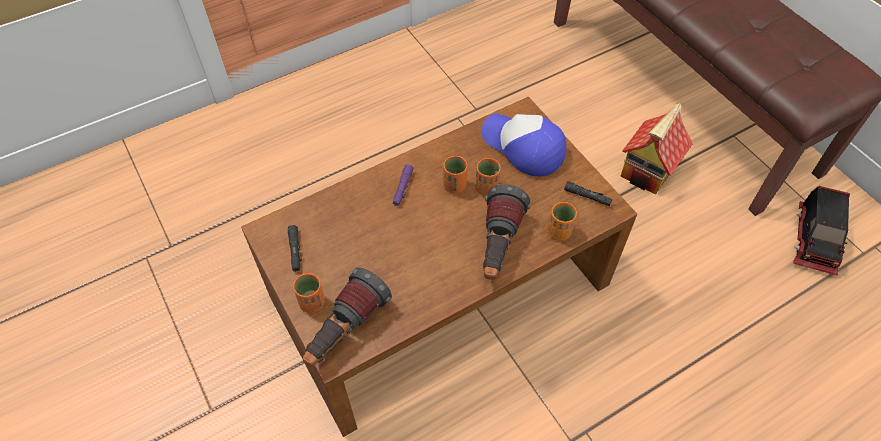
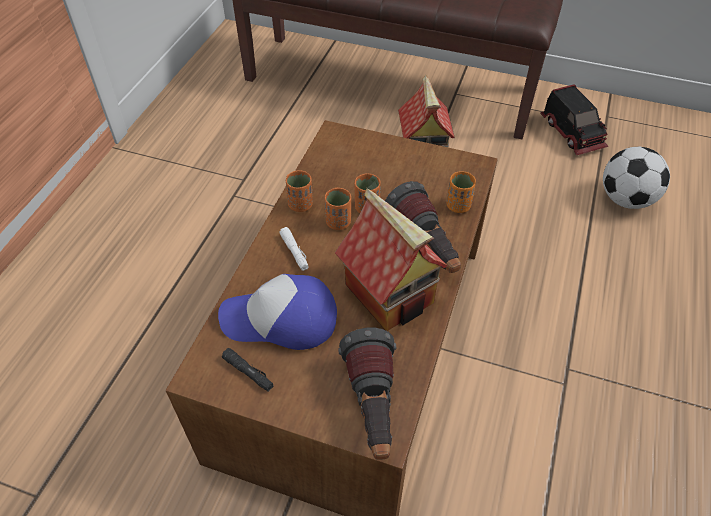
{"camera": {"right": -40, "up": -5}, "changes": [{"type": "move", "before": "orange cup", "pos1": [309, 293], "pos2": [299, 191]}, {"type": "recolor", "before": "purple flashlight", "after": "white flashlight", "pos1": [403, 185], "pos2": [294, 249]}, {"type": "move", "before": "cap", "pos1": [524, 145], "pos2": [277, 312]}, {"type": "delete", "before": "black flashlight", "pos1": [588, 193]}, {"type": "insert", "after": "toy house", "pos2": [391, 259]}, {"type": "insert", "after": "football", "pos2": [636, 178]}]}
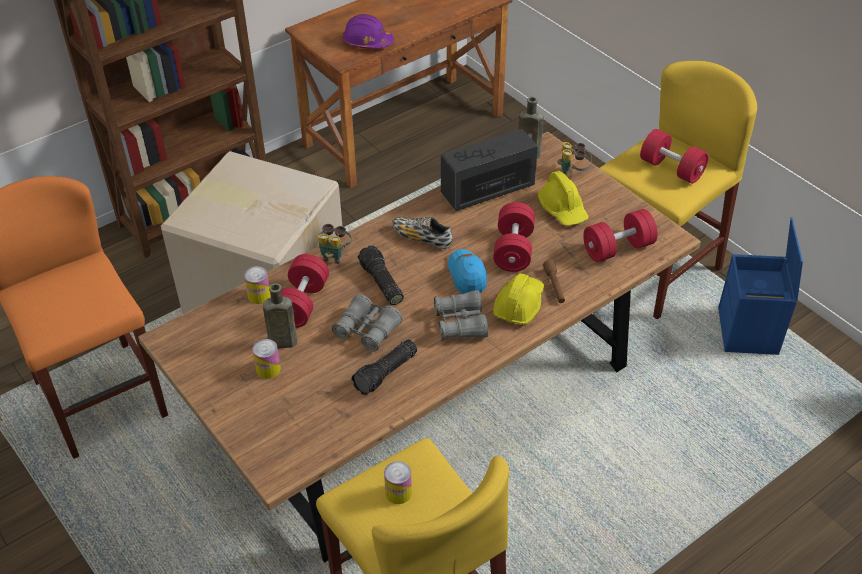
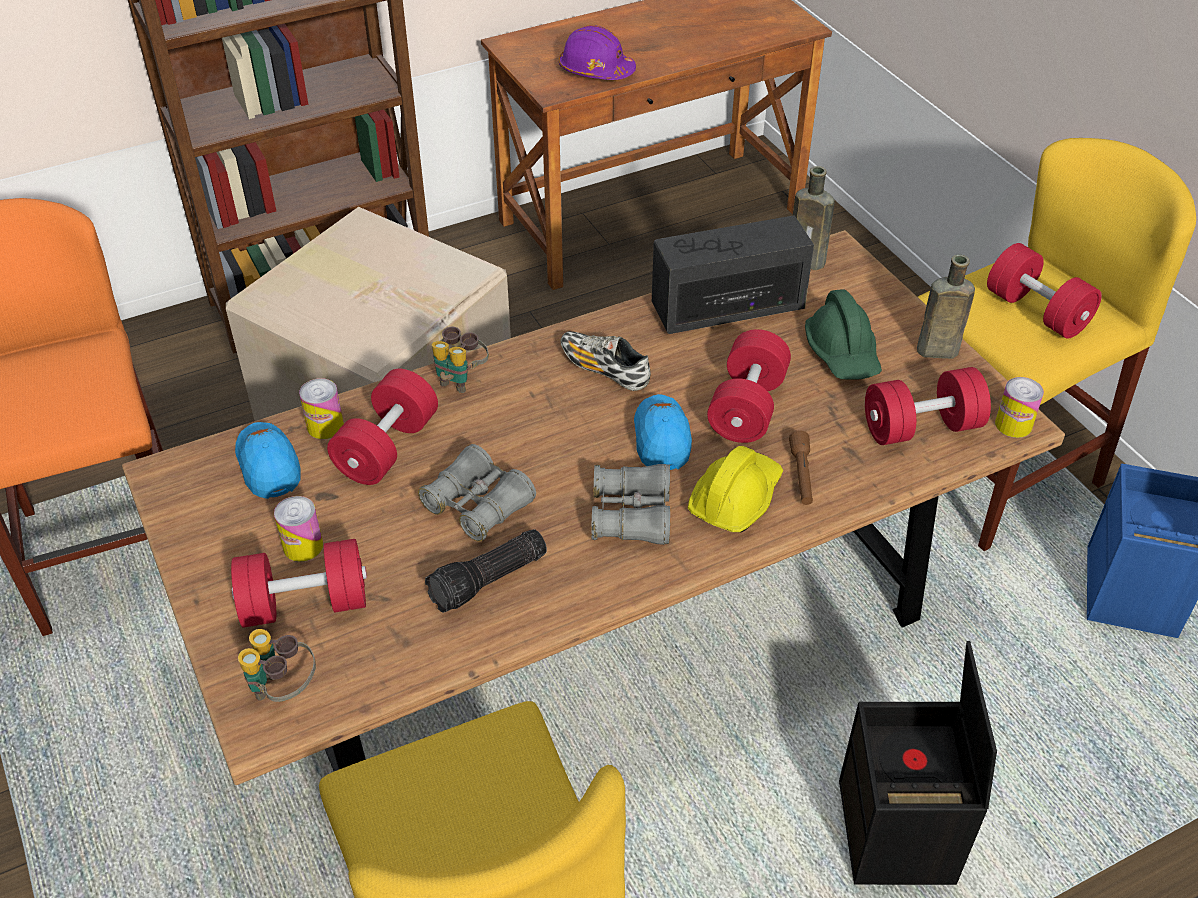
{"camera": {"right": 10, "up": 0}, "changes": [{"type": "move", "before": "brown bottle", "pos1": [280, 316], "pos2": [946, 306]}, {"type": "delete", "before": "flashlight", "pos1": [381, 275]}, {"type": "move", "before": "can", "pos1": [398, 482], "pos2": [1019, 407]}, {"type": "recolor", "before": "yellow hard hat", "after": "green hard hat", "pos1": [563, 198], "pos2": [843, 334]}, {"type": "move", "before": "binoculars", "pos1": [574, 159], "pos2": [277, 665]}, {"type": "insert", "after": "red dumbbell", "pos2": [299, 583]}, {"type": "insert", "after": "blue cap", "pos2": [267, 460]}, {"type": "insert", "after": "black storage box", "pos2": [918, 763]}]}
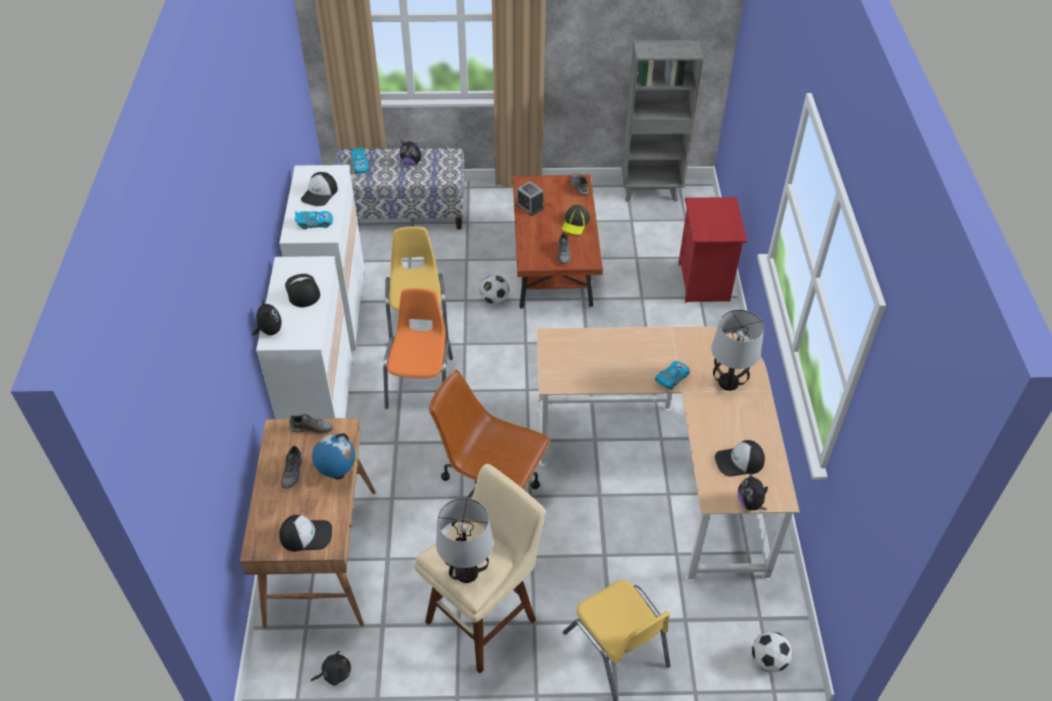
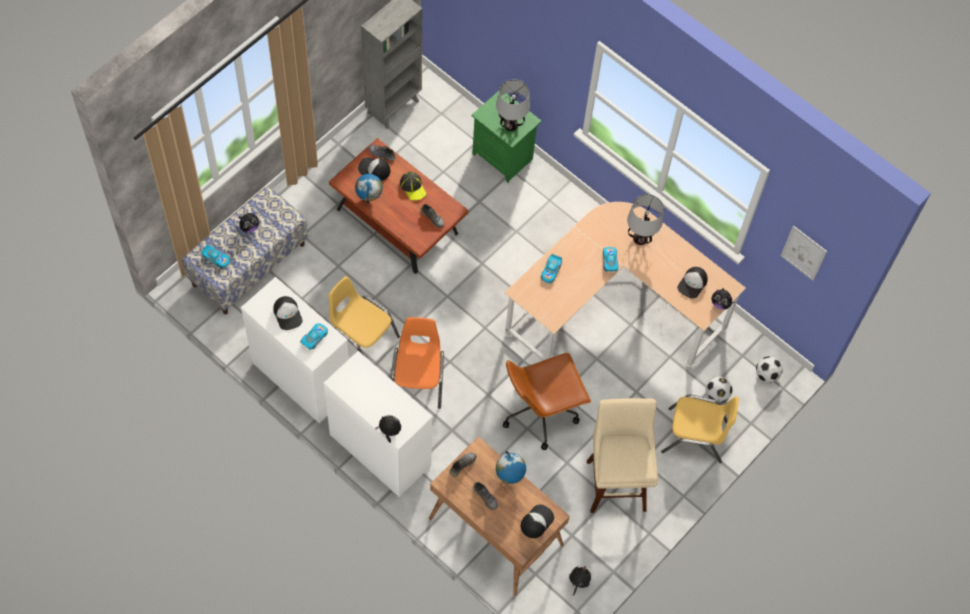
{"camera": {"right": -50, "up": 15}, "changes": [{"type": "move", "before": "cap", "pos1": [302, 290], "pos2": [374, 169]}, {"type": "rotate", "before": "orange chair", "pos1": [418, 348], "pos2": [417, 363], "turn": 45}, {"type": "move", "before": "table lamp", "pos1": [464, 540], "pos2": [513, 105]}, {"type": "move", "before": "football", "pos1": [494, 289], "pos2": [719, 390]}, {"type": "replace", "before": "alarm clock", "after": "globe", "pos1": [530, 198], "pos2": [369, 188]}, {"type": "recolor", "before": "red nightstand", "after": "green nightstand", "pos1": [712, 250], "pos2": [506, 137]}, {"type": "insert", "after": "toy car", "pos2": [551, 268]}, {"type": "insert", "after": "picture", "pos2": [804, 253]}]}
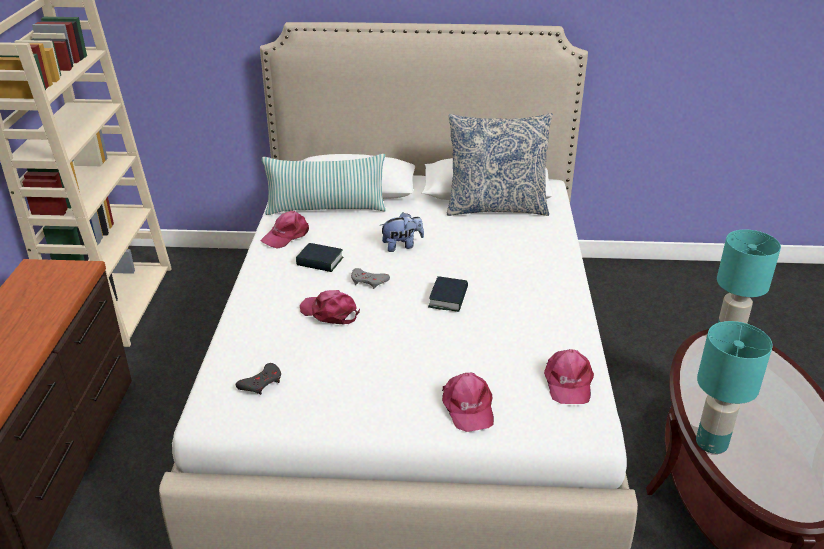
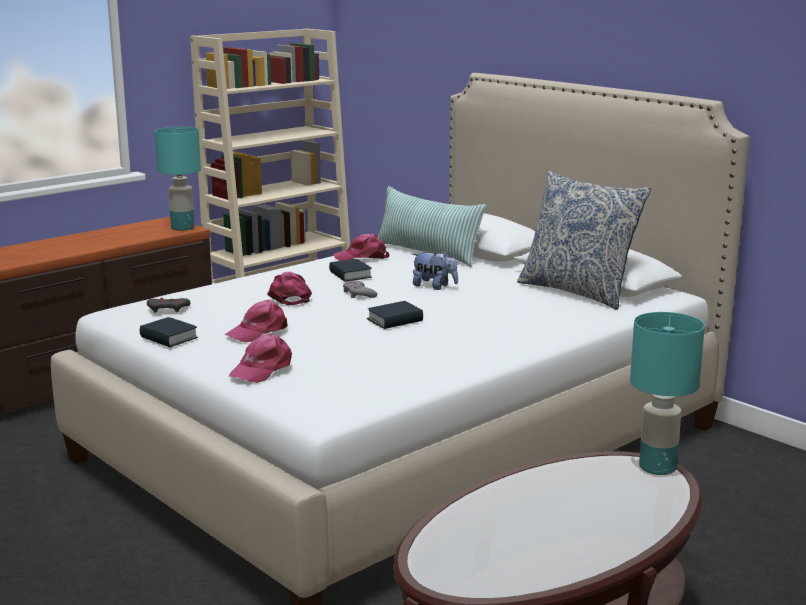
{"camera": {"right": 45, "up": -15}, "changes": [{"type": "move", "before": "pink cap", "pos1": [569, 376], "pos2": [256, 321]}, {"type": "move", "before": "turquoise table lamp", "pos1": [734, 387], "pos2": [177, 179]}, {"type": "insert", "after": "book", "pos2": [169, 332]}]}
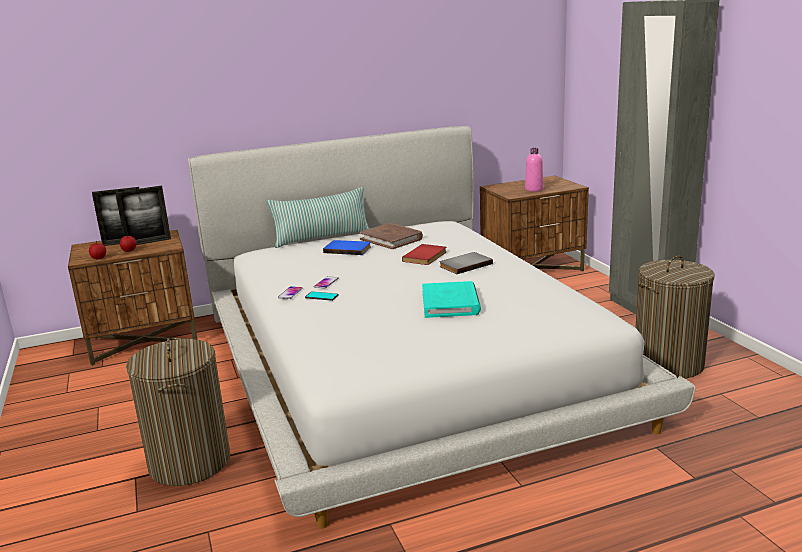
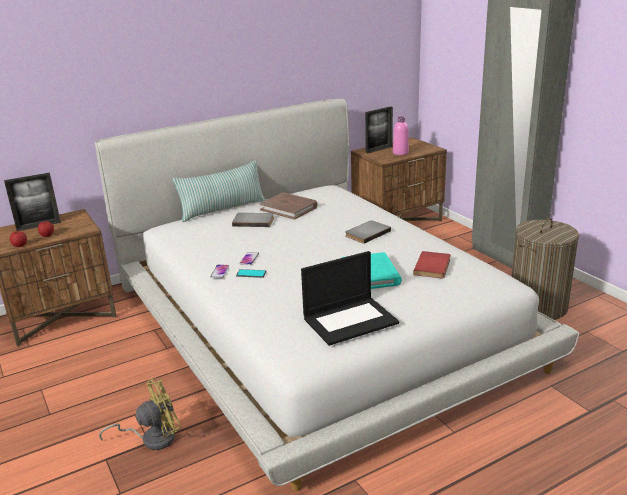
{"camera": {"right": -10, "up": 5}, "changes": [{"type": "move", "before": "picture frame", "pos1": [143, 215], "pos2": [379, 129]}, {"type": "replace", "before": "laundry basket", "after": "yellow fan", "pos1": [178, 412], "pos2": [140, 414]}, {"type": "recolor", "before": "blue book", "after": "grey book", "pos1": [347, 247], "pos2": [253, 220]}, {"type": "move", "before": "red book", "pos1": [424, 254], "pos2": [431, 264]}, {"type": "insert", "after": "laptop", "pos2": [350, 298]}]}
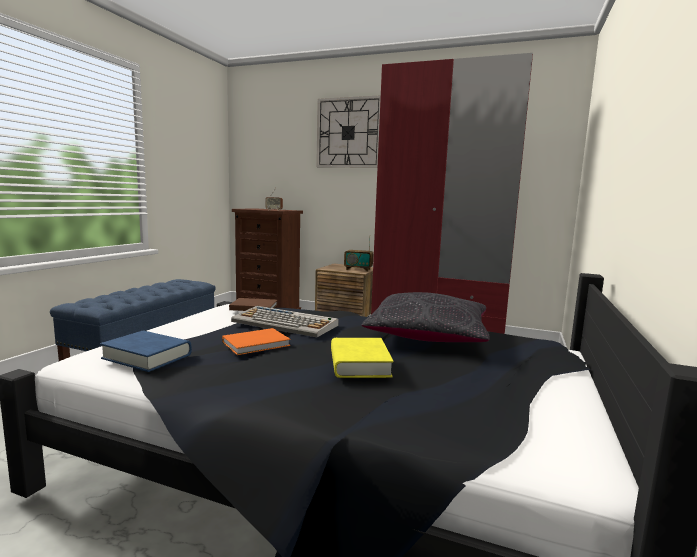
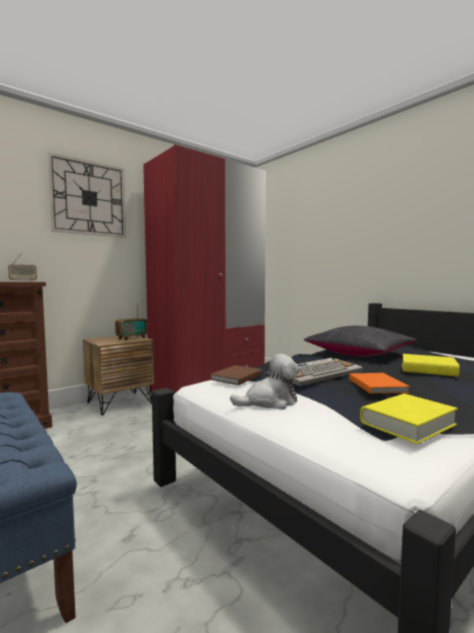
{"camera": {"right": -60, "up": -5}, "changes": [{"type": "recolor", "before": "blue book", "after": "yellow book", "pos1": [146, 351], "pos2": [409, 419]}, {"type": "insert", "after": "plush toy", "pos2": [265, 382]}]}
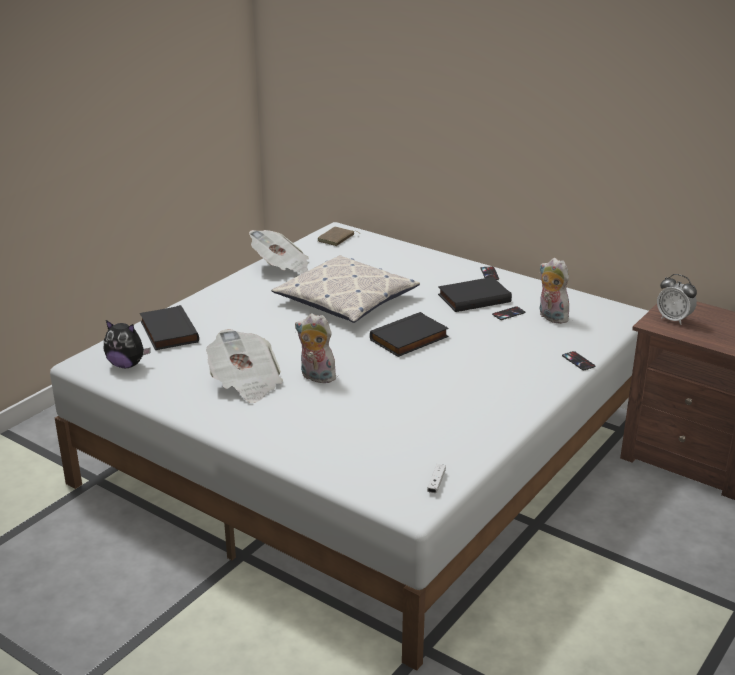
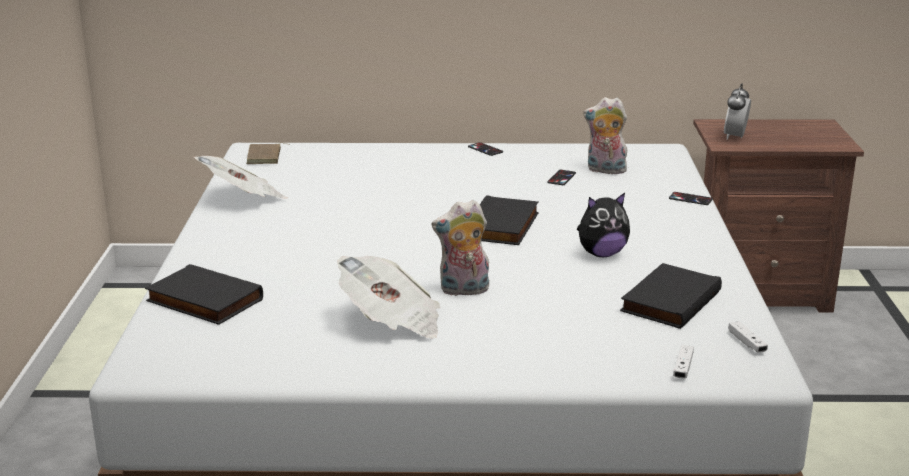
{"camera": {"right": -35, "up": -5}, "changes": [{"type": "move", "before": "plush toy", "pos1": [127, 344], "pos2": [603, 225]}, {"type": "delete", "before": "pillow", "pos1": [345, 289]}, {"type": "move", "before": "black book", "pos1": [475, 294], "pos2": [671, 296]}, {"type": "rotate", "before": "alarm clock", "pos1": [677, 299], "pos2": [737, 111], "turn": 105}, {"type": "insert", "after": "white game controller", "pos2": [683, 362]}]}
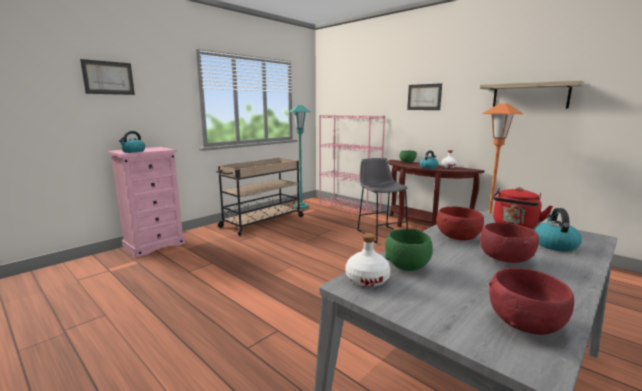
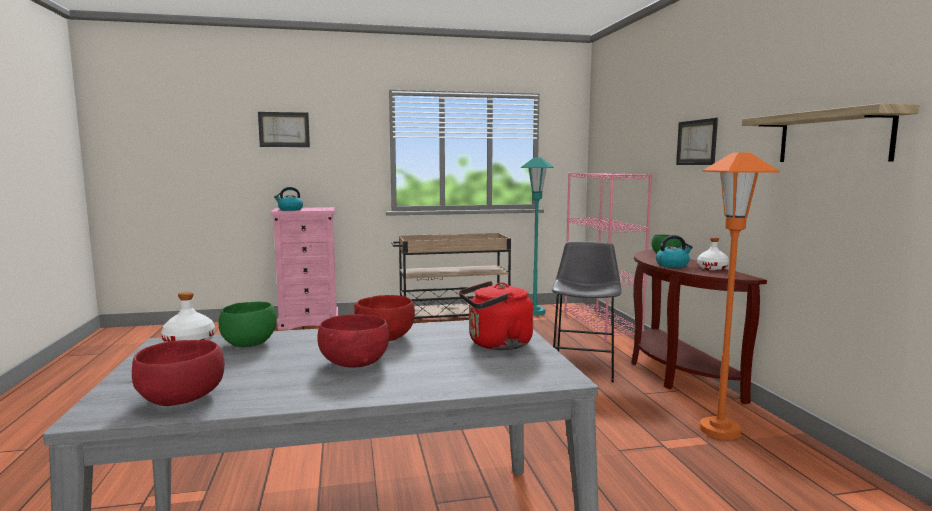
{"camera": {"right": 35, "up": -5}, "changes": [{"type": "delete", "before": "kettle", "pos1": [558, 230]}]}
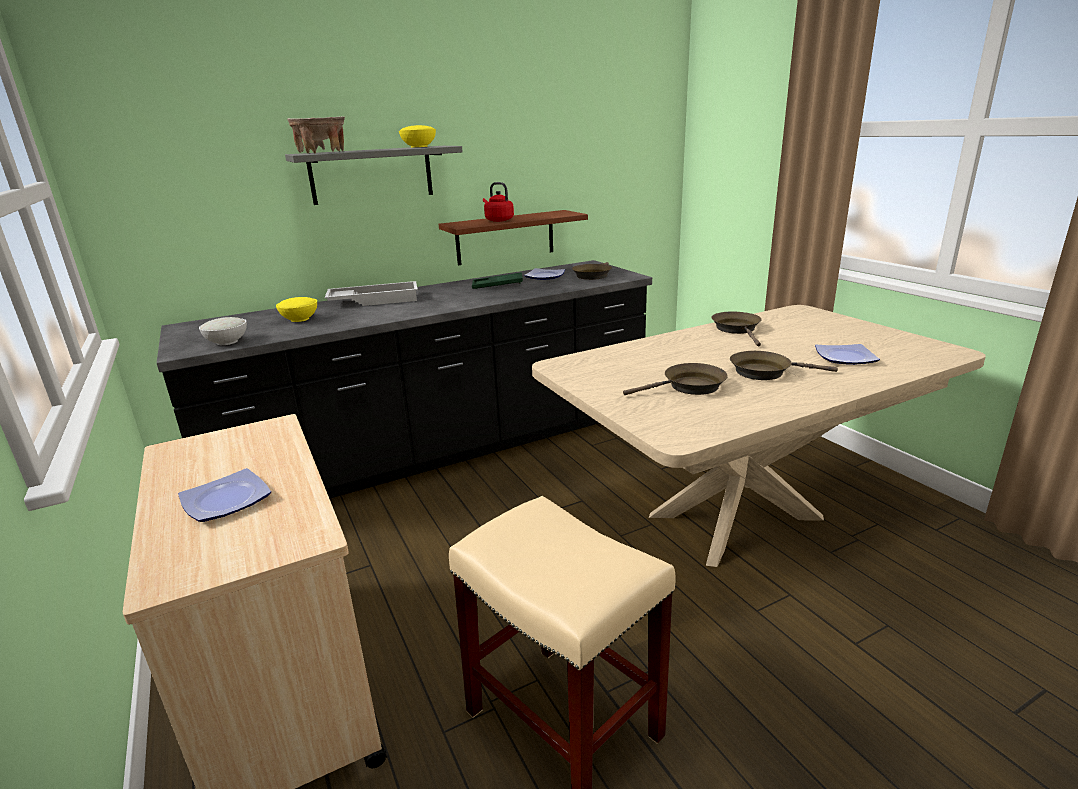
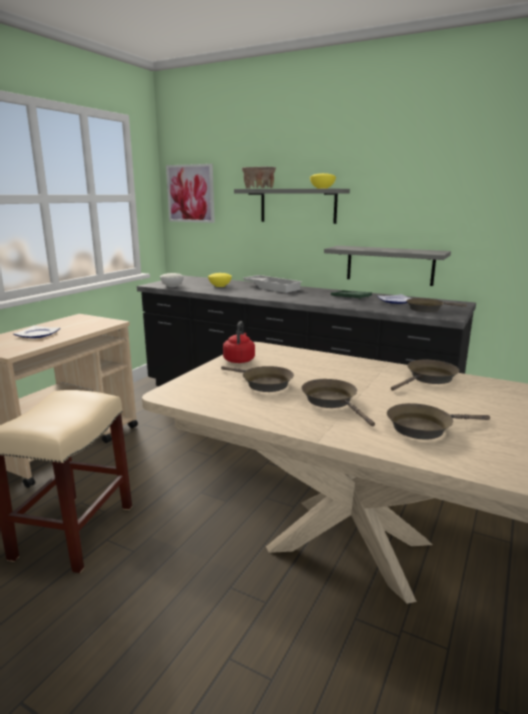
{"camera": {"right": 55, "up": -5}, "changes": [{"type": "recolor", "before": "brown shelf", "after": "grey shelf", "pos1": [513, 237], "pos2": [387, 266]}, {"type": "move", "before": "red kettle", "pos1": [498, 202], "pos2": [239, 342]}, {"type": "replace", "before": "plate", "after": "brown frying pan", "pos1": [847, 354], "pos2": [438, 421]}, {"type": "insert", "after": "picture", "pos2": [190, 193]}]}
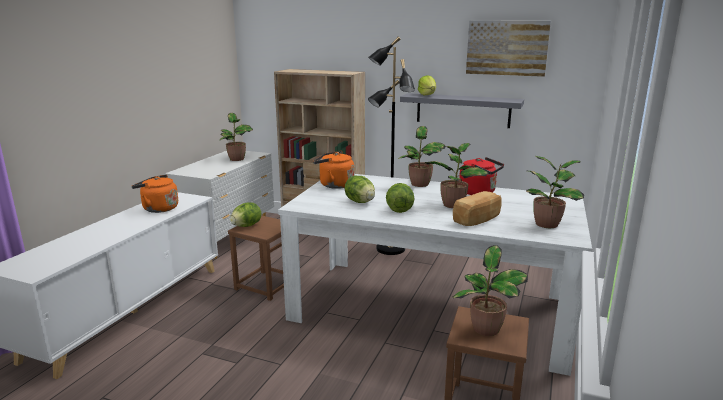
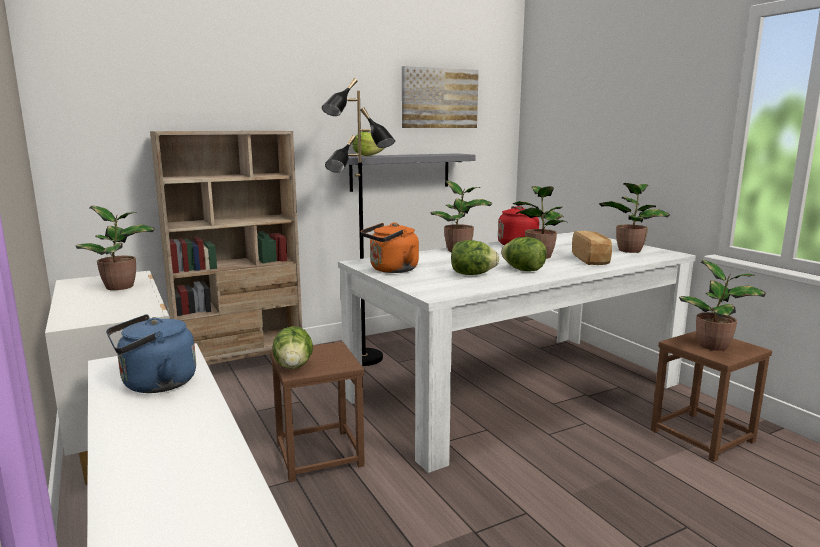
{"camera": {"right": -50, "up": -5}, "changes": [{"type": "recolor", "before": "orange kettle", "after": "blue kettle", "pos1": [155, 194], "pos2": [151, 353]}]}
